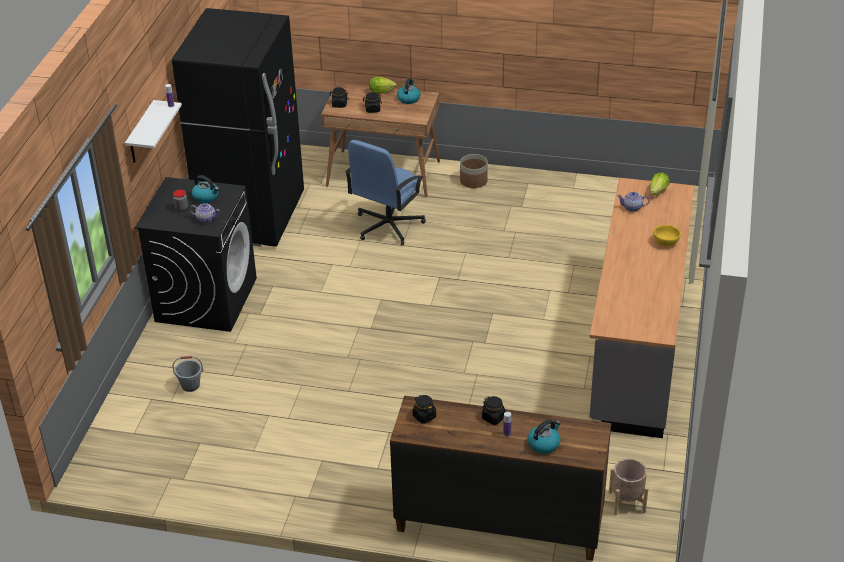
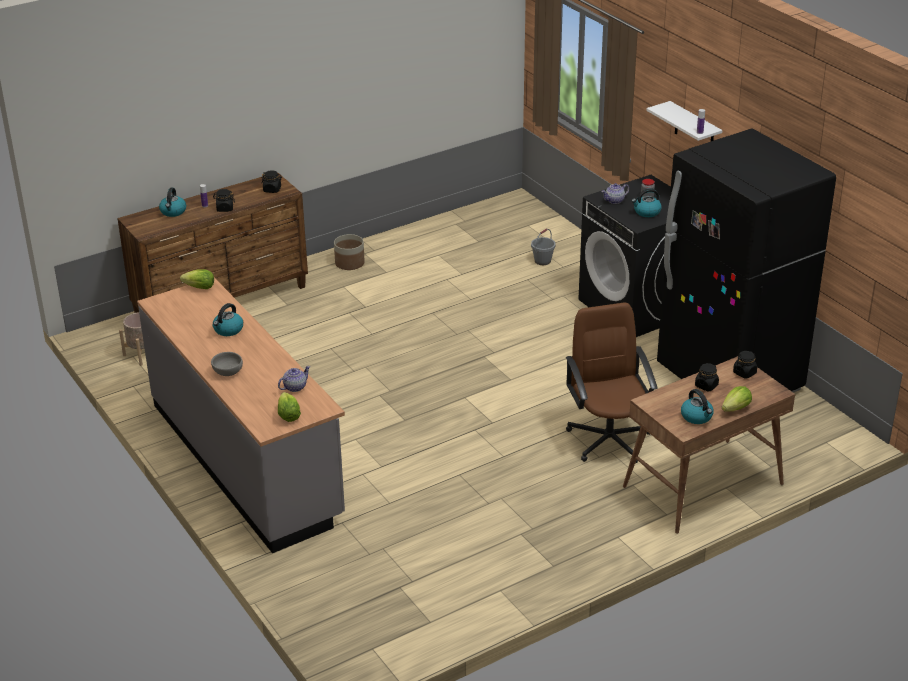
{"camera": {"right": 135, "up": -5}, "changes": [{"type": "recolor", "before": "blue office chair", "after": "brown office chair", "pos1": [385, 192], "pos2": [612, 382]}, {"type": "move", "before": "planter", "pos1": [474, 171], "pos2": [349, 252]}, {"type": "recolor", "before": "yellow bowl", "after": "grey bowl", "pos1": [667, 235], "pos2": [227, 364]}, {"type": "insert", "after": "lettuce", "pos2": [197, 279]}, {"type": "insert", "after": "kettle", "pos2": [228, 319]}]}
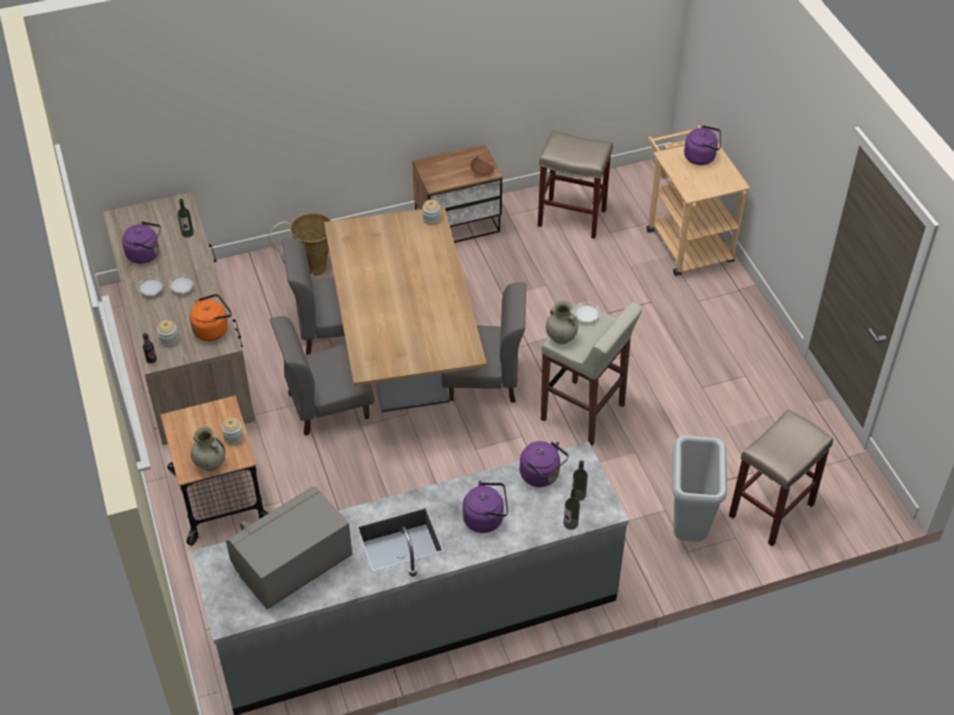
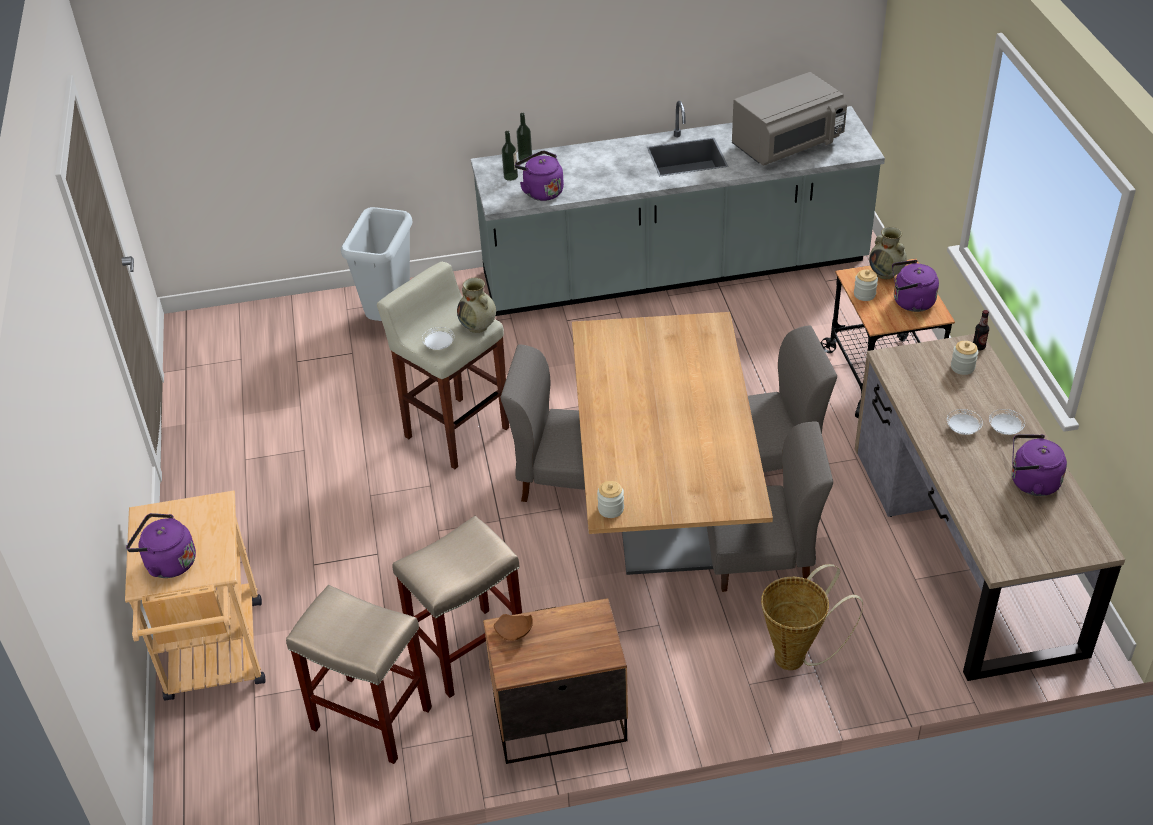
{"camera": {"right": -170, "up": -5}, "changes": [{"type": "delete", "before": "bottle", "pos1": [186, 218]}, {"type": "delete", "before": "orange kettle", "pos1": [211, 317]}, {"type": "move", "before": "purple kettle", "pos1": [485, 507], "pos2": [915, 286]}, {"type": "move", "before": "beige stool", "pos1": [781, 478], "pos2": [457, 607]}]}
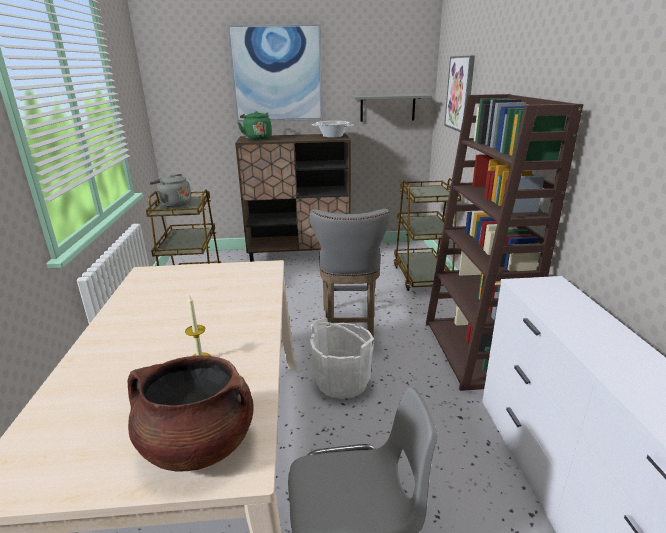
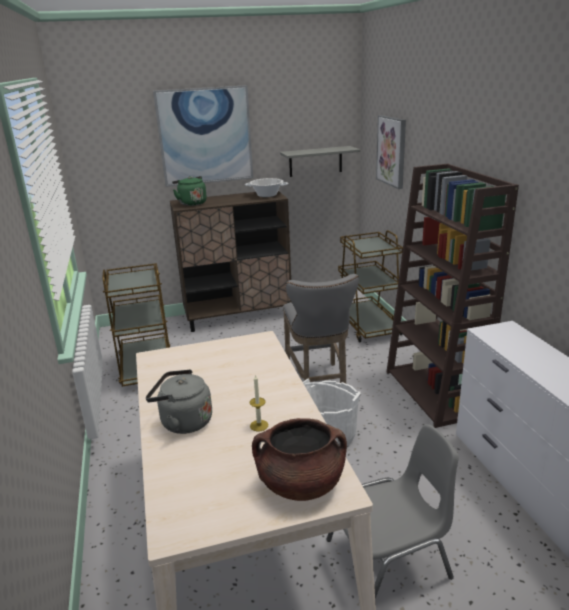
{"camera": {"right": -10, "up": 0}, "changes": [{"type": "move", "before": "grey kettle", "pos1": [170, 190], "pos2": [179, 401]}]}
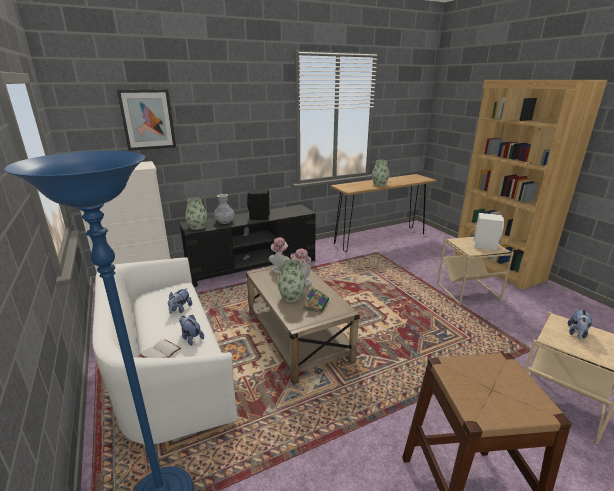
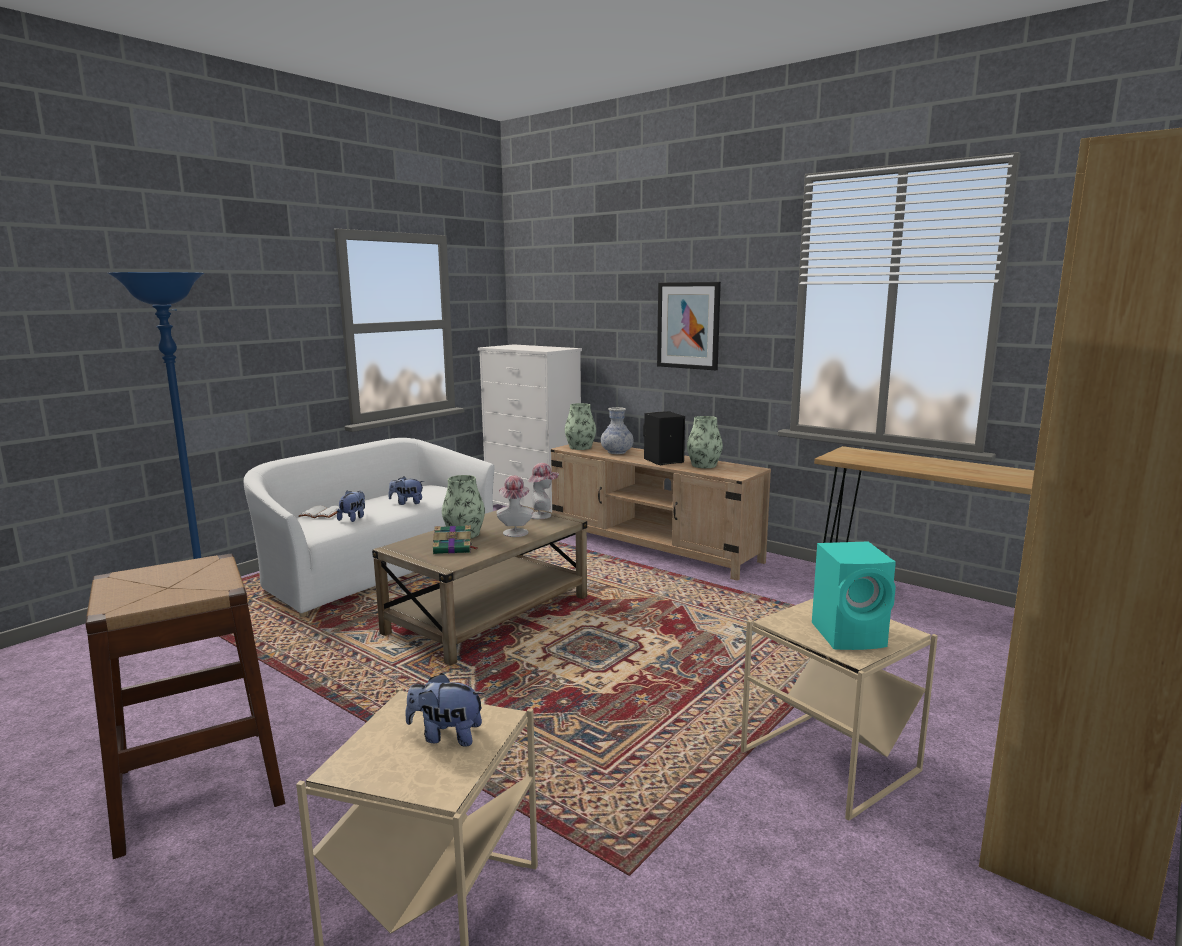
{"camera": {"right": 65, "up": -10}, "changes": [{"type": "move", "before": "picture", "pos1": [146, 120], "pos2": [689, 326]}, {"type": "recolor", "before": "black tv stand", "after": "beige tv stand", "pos1": [248, 246], "pos2": [661, 511]}, {"type": "move", "before": "vase", "pos1": [381, 173], "pos2": [705, 442]}, {"type": "recolor", "before": "white speaker", "after": "turquoise speaker", "pos1": [488, 232], "pos2": [854, 595]}]}
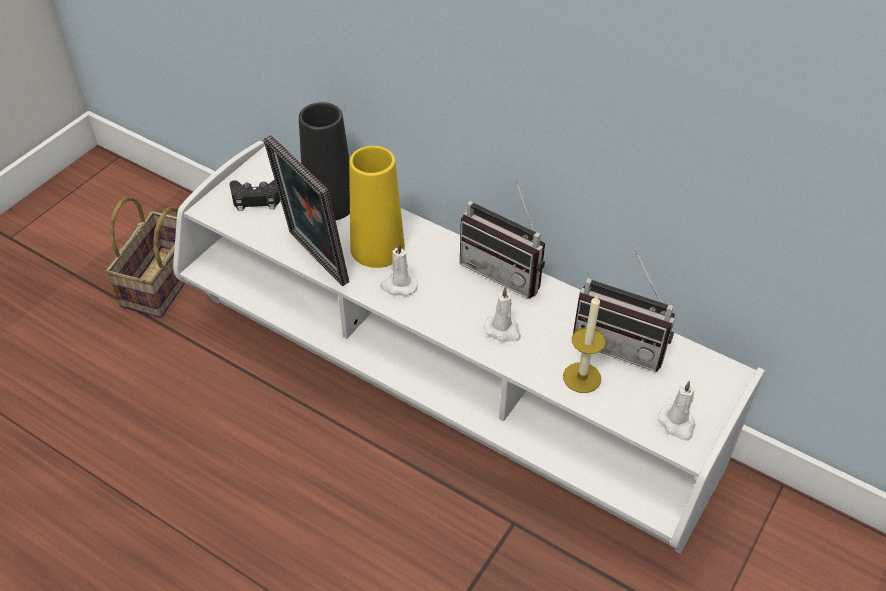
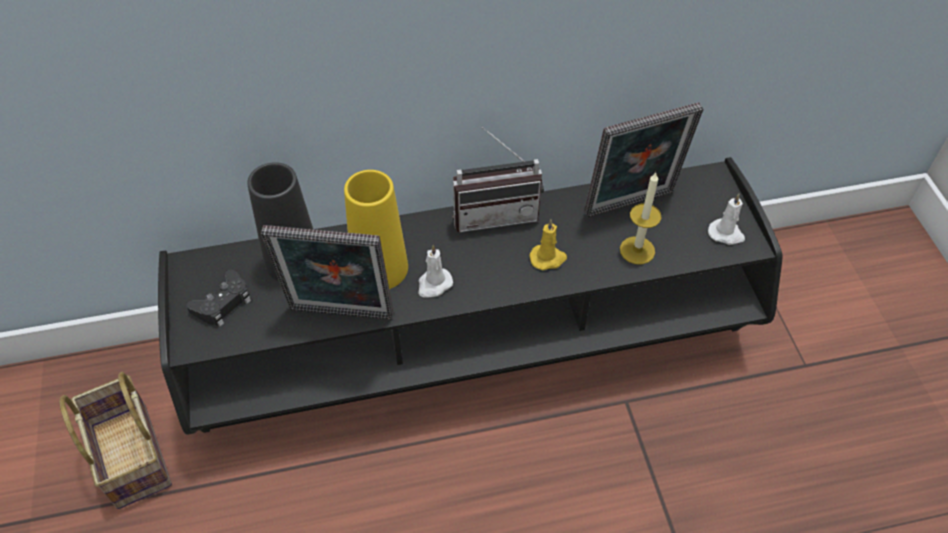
{"camera": {"right": -45, "up": 5}, "changes": [{"type": "recolor", "before": "white tv stand", "after": "black tv stand", "pos1": [469, 347], "pos2": [470, 296]}, {"type": "recolor", "before": "white candle", "after": "yellow candle", "pos1": [502, 314], "pos2": [548, 244]}, {"type": "replace", "before": "radio", "after": "picture frame", "pos1": [624, 310], "pos2": [643, 159]}]}
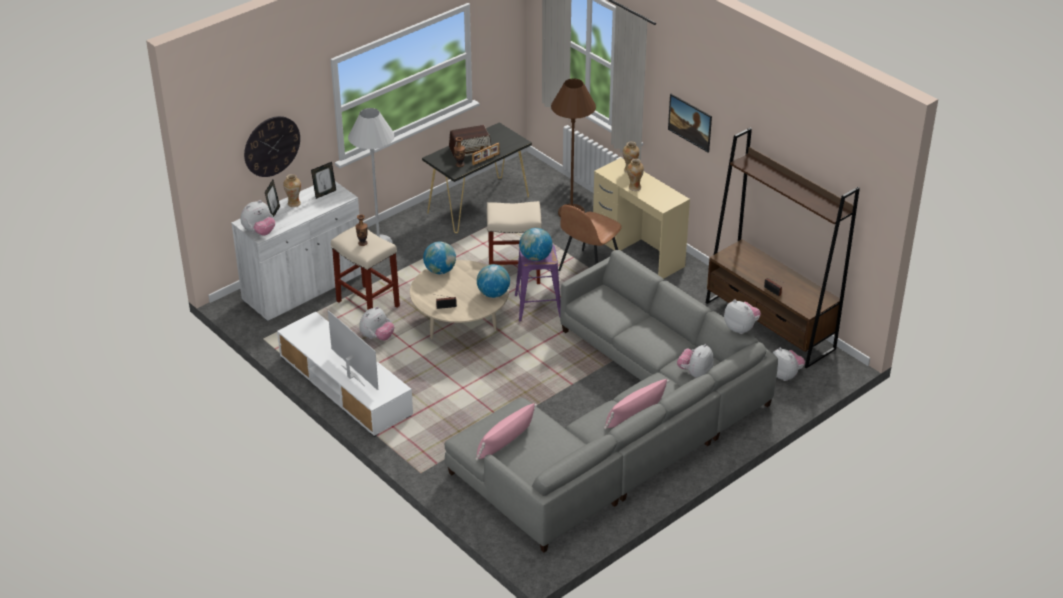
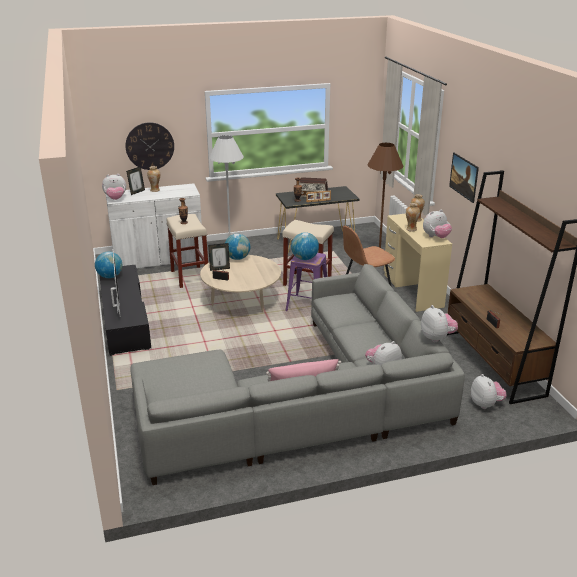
{"camera": {"right": 25, "up": -10}, "changes": [{"type": "recolor", "before": "white tv stand", "after": "black tv stand", "pos1": [345, 374], "pos2": [125, 310]}, {"type": "move", "before": "picture frame", "pos1": [323, 180], "pos2": [219, 257]}, {"type": "move", "before": "plush toy", "pos1": [376, 323], "pos2": [437, 224]}, {"type": "delete", "before": "pink pillow", "pos1": [506, 432]}, {"type": "move", "before": "globe", "pos1": [493, 281], "pos2": [108, 265]}]}
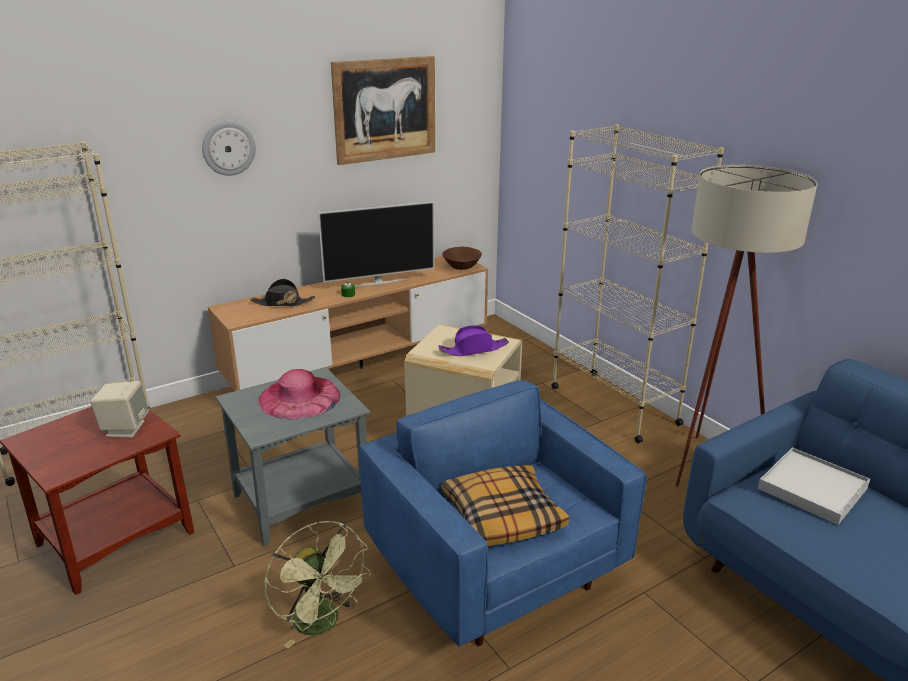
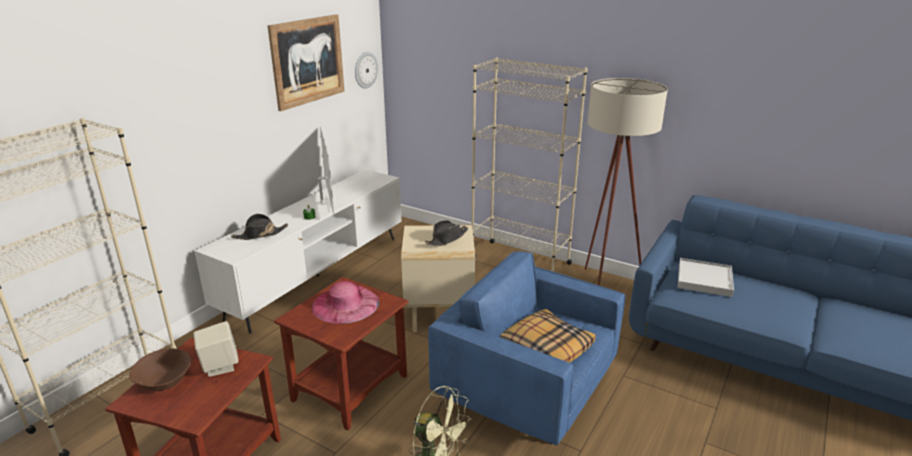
{"camera": {"right": -25, "up": 0}, "changes": [{"type": "move", "before": "wall clock", "pos1": [229, 148], "pos2": [366, 70]}, {"type": "recolor", "before": "brown tv stand", "after": "white tv stand", "pos1": [348, 323], "pos2": [298, 251]}, {"type": "recolor", "before": "grey side table", "after": "brown side table", "pos1": [293, 456], "pos2": [341, 354]}, {"type": "rotate", "before": "television", "pos1": [376, 244], "pos2": [326, 170], "turn": -60}, {"type": "recolor", "before": "purple hat", "after": "black hat", "pos1": [473, 340], "pos2": [446, 233]}, {"type": "move", "before": "brown bowl", "pos1": [462, 258], "pos2": [160, 369]}]}
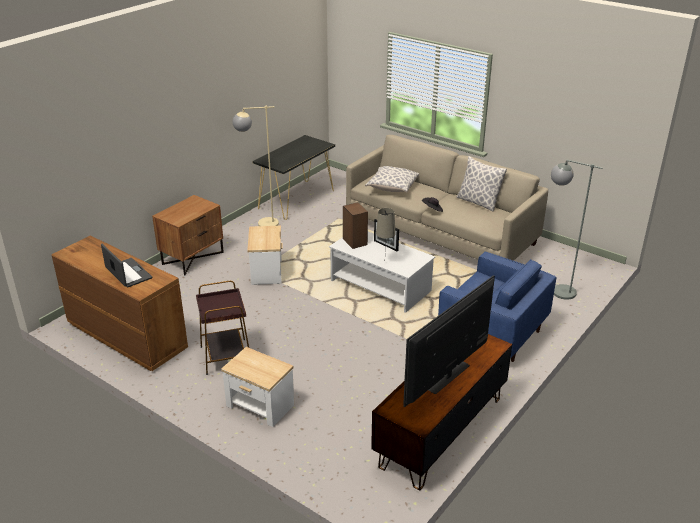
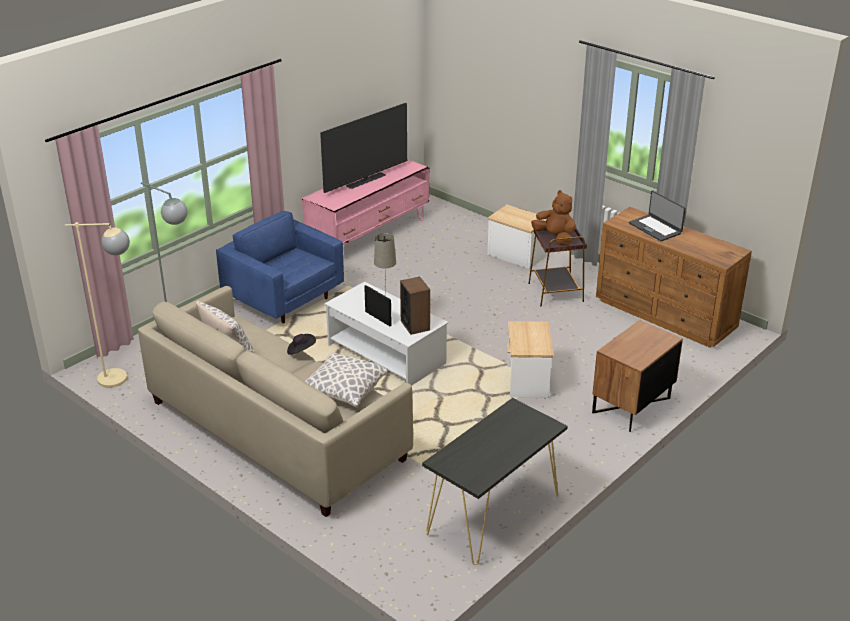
{"camera": {"right": -175, "up": 0}, "changes": [{"type": "move", "before": "beige floor lamp", "pos1": [255, 166], "pos2": [97, 305]}, {"type": "recolor", "before": "brown tv stand", "after": "pink tv stand", "pos1": [441, 412], "pos2": [365, 205]}, {"type": "insert", "after": "brown plush toy", "pos2": [553, 217]}]}
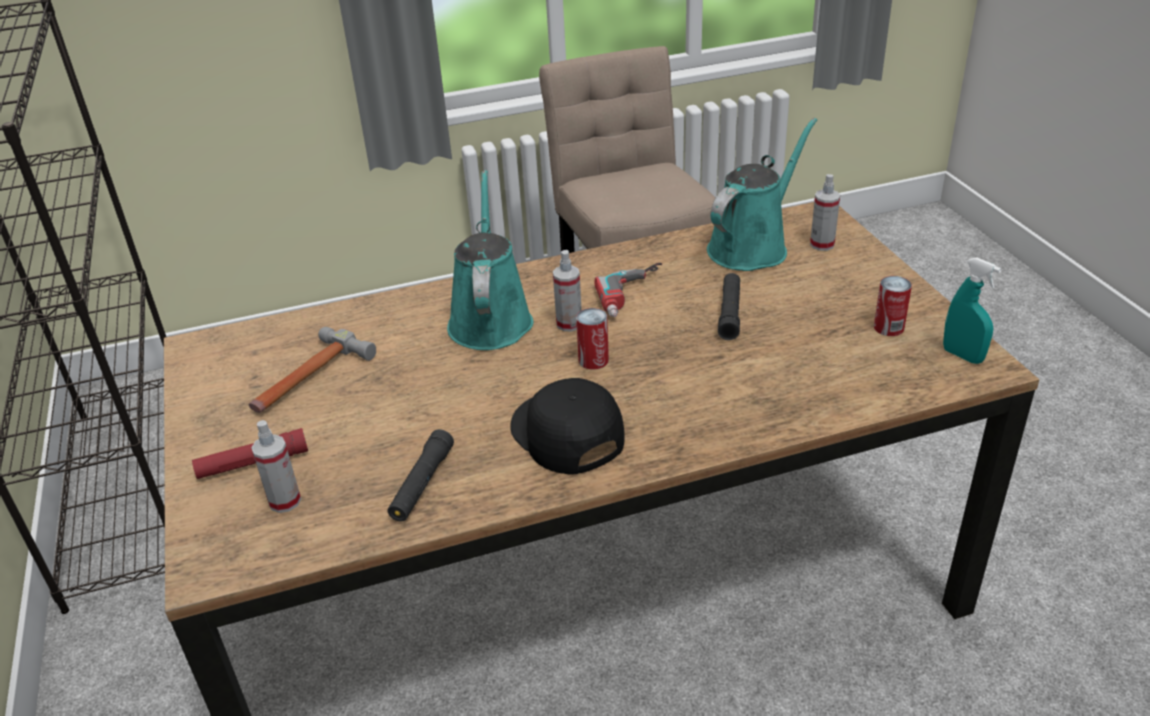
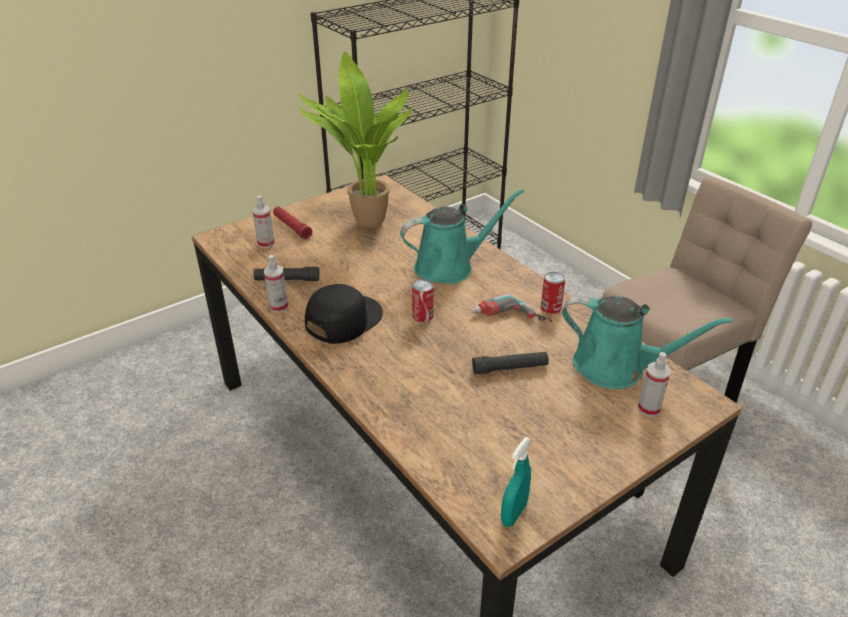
{"camera": {"right": 70, "up": 0}, "changes": [{"type": "replace", "before": "hammer", "after": "potted plant", "pos1": [312, 370], "pos2": [355, 140]}, {"type": "move", "before": "spray bottle", "pos1": [567, 291], "pos2": [276, 284]}, {"type": "move", "before": "can", "pos1": [893, 306], "pos2": [553, 293]}]}
